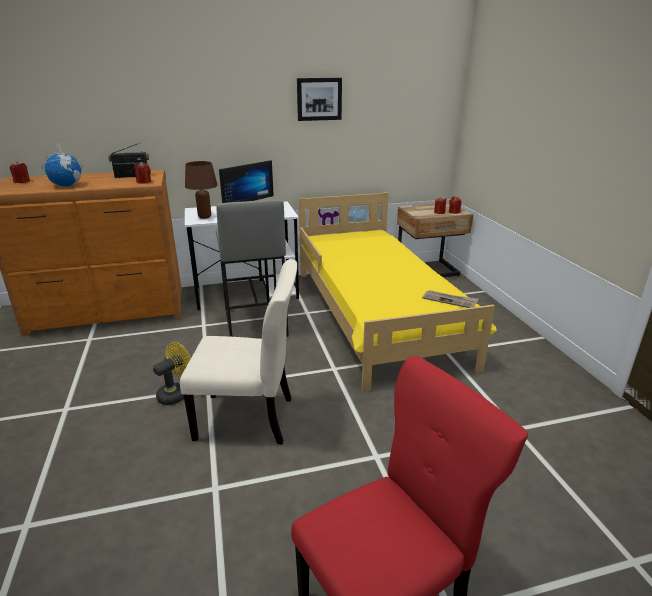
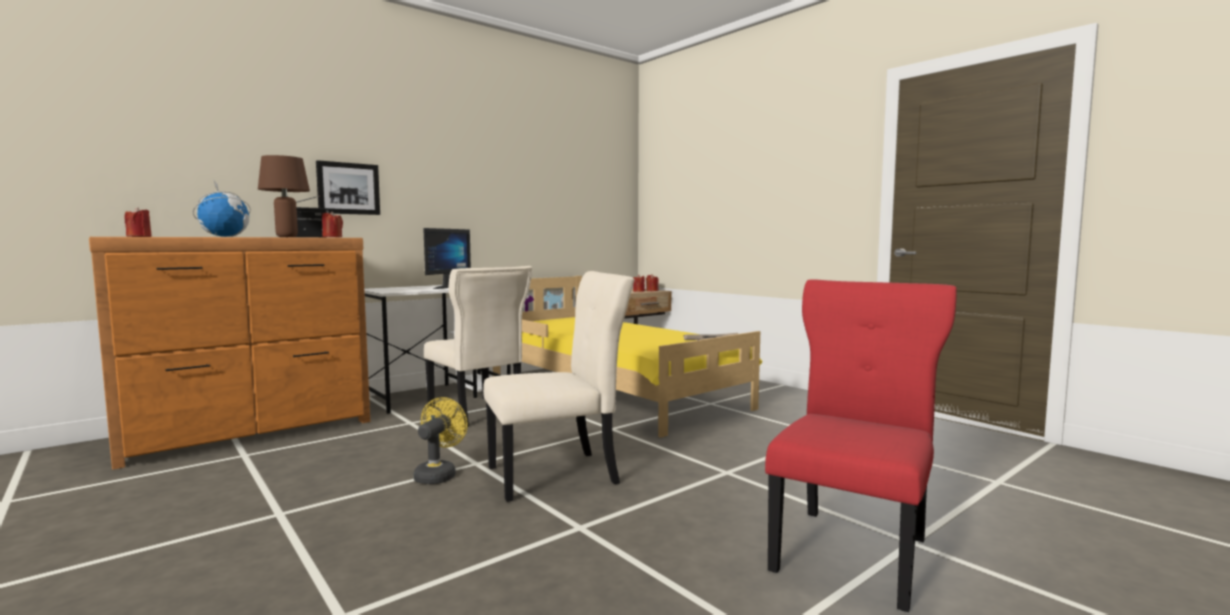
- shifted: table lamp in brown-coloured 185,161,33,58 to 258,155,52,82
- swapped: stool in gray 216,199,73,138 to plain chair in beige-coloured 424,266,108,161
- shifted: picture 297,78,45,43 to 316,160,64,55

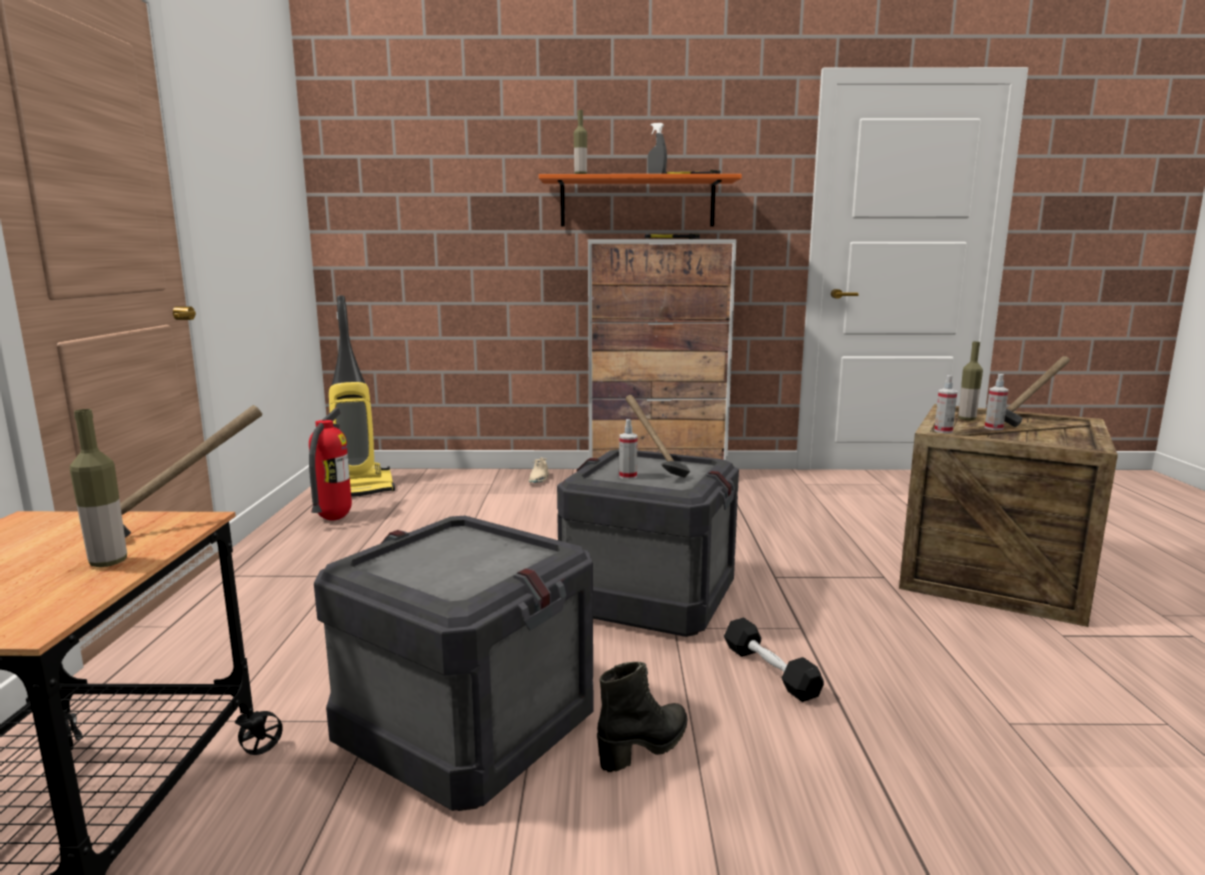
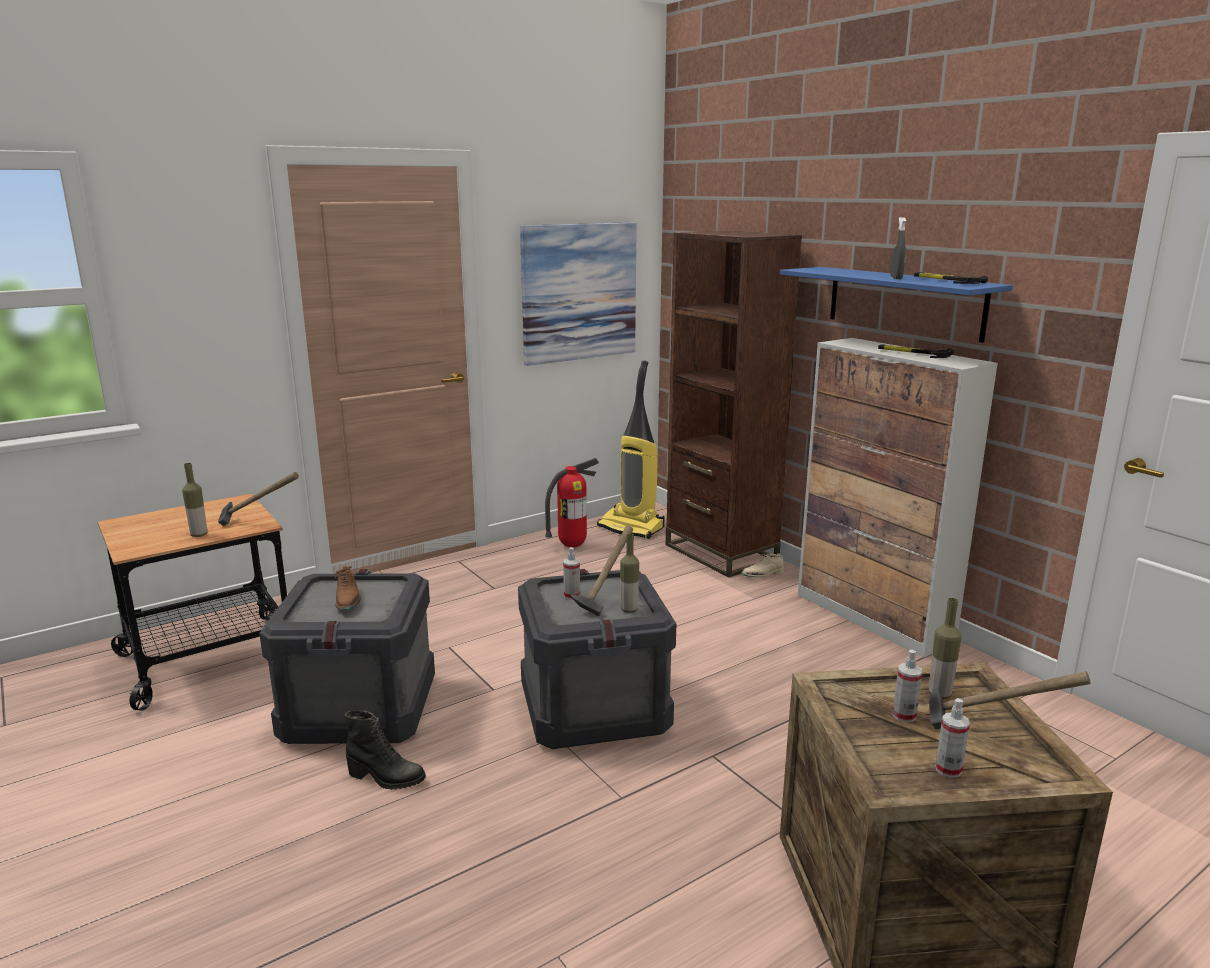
- repainted: bracket shelf in orange 539,174,203,53 to bracket shelf in blue 780,267,233,76
- shifted: bottle 574,110,13,64 to 620,534,19,79
- gone: free weight in black 724,618,100,84
- shifted: sprayer 934,375,24,58 to 935,698,35,80
- new: item of footwear in brown-coloured 334,565,27,46
- new: picture 520,222,117,144
- new: bookcase in brown-coloured 666,231,136,346

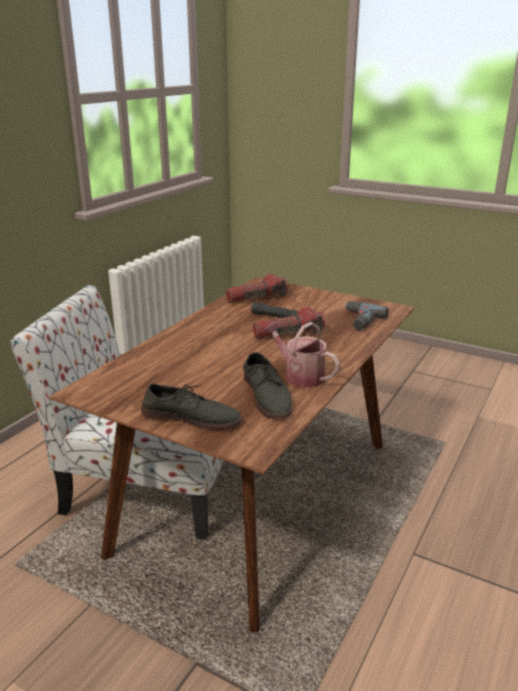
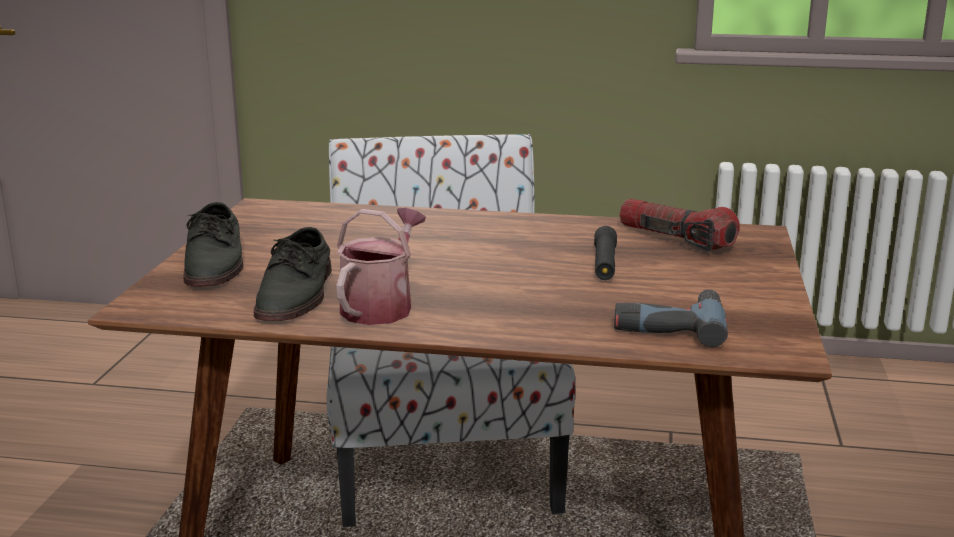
- rotated: item of footwear in gray 243,352,49,67 = 254,227,78,94 45 degrees counterclockwise
- gone: flashlight 253,307,72,32

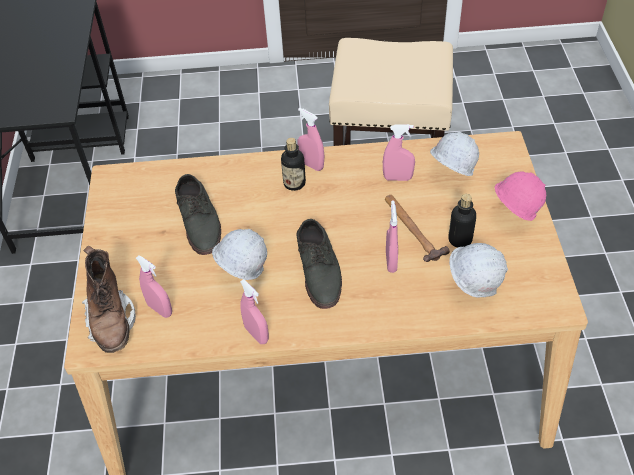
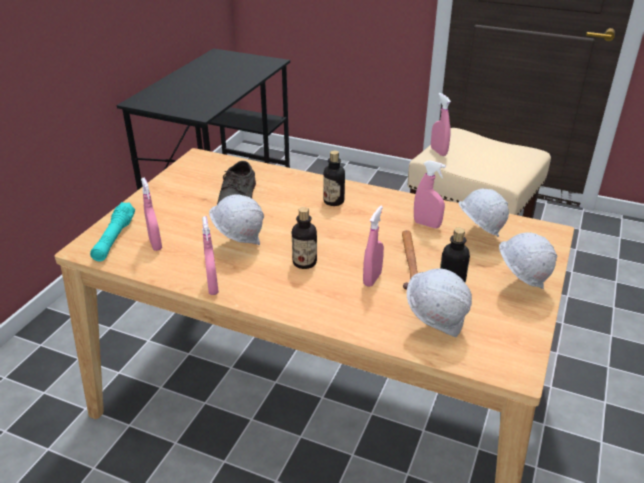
- swapped: boot in brown-coloured 82,245,54,108 to flashlight in blue-green 90,202,45,60
- swapped: item of footwear in gray 296,219,46,90 to bottle 292,207,25,62
- shifted: sprayer in pink 298,107,26,64 to 431,93,20,63
- repainted: safety helmet in pink 495,172,51,49 to safety helmet in white 499,232,59,57

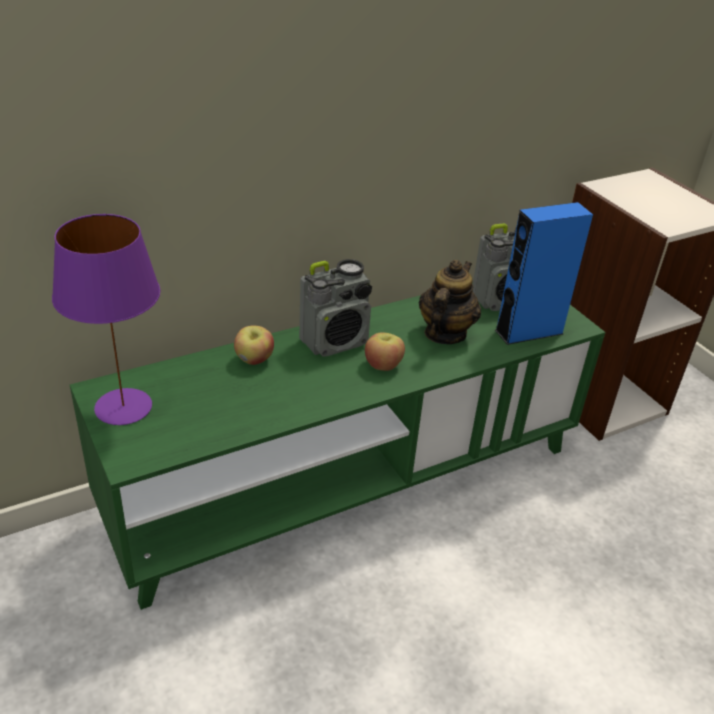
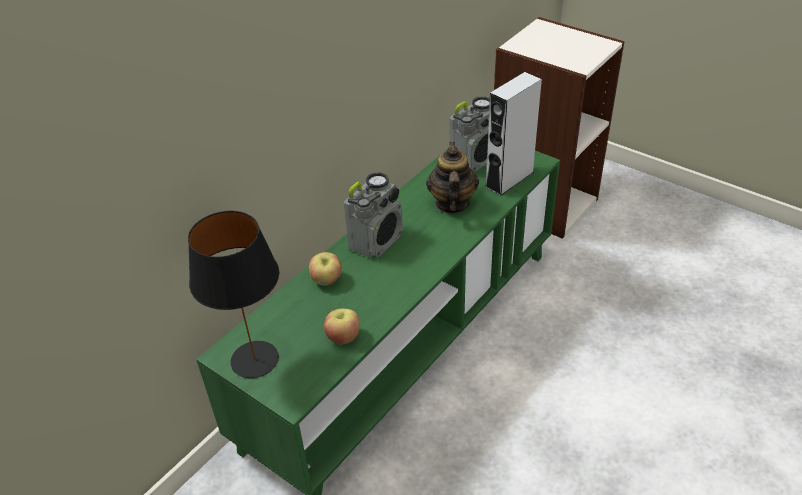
- repainted: table lamp in purple 52,214,108,211 to table lamp in black 188,211,91,167
- shifted: apple 365,332,40,39 to 324,309,36,35
- repainted: speaker in blue 495,202,98,143 to speaker in gray 485,72,57,124

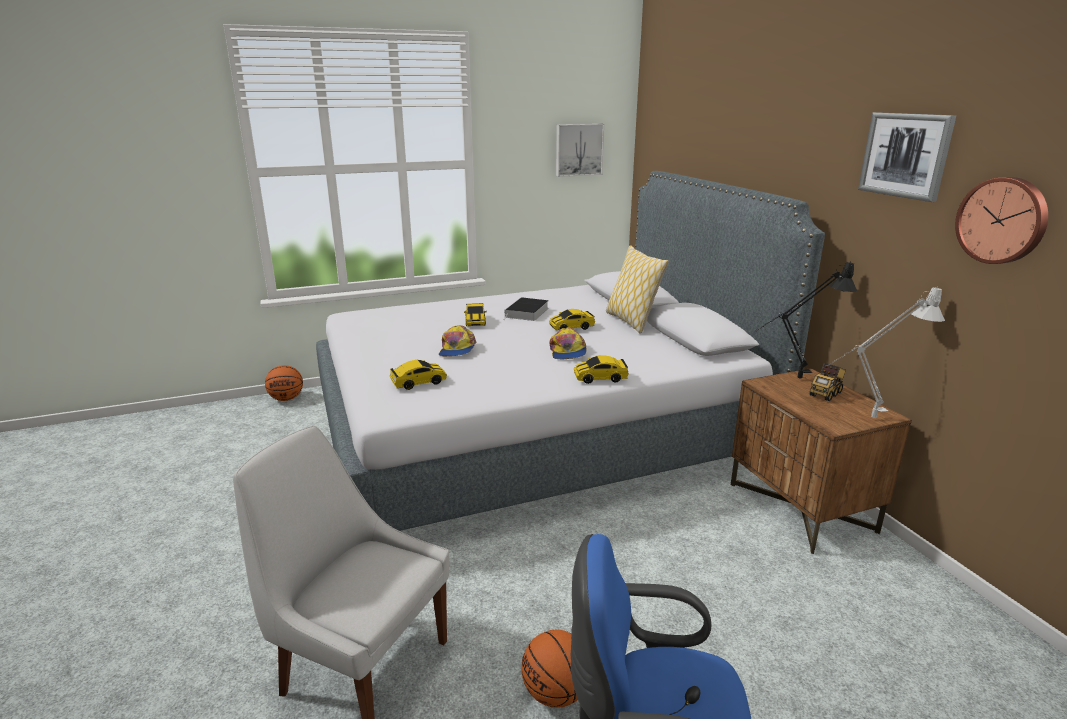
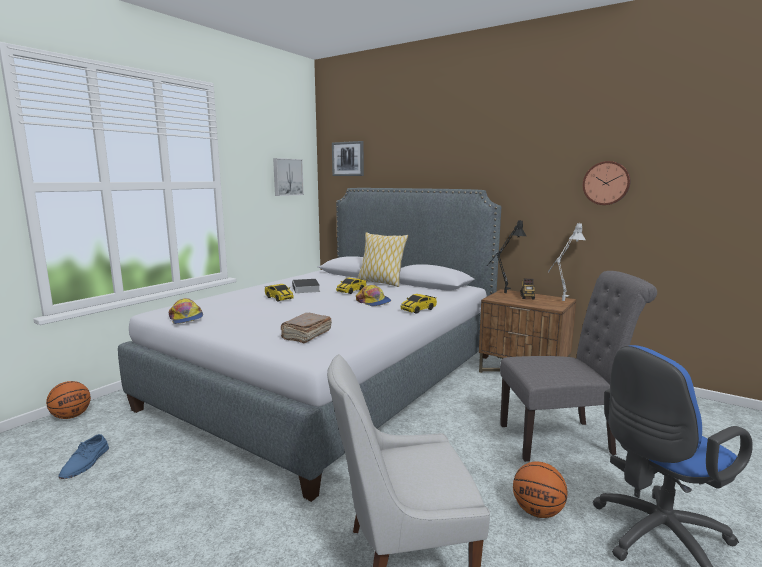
- swapped: toy car 390,360,57,30 to volume in brown-coloured 281,313,51,30
- shifted: cap 439,325,37,31 to 169,298,34,26
- shifted: picture 858,112,98,90 to 332,141,32,35
- new: item of footwear in blue 58,434,51,45
- new: plain chair in gray 500,271,157,191

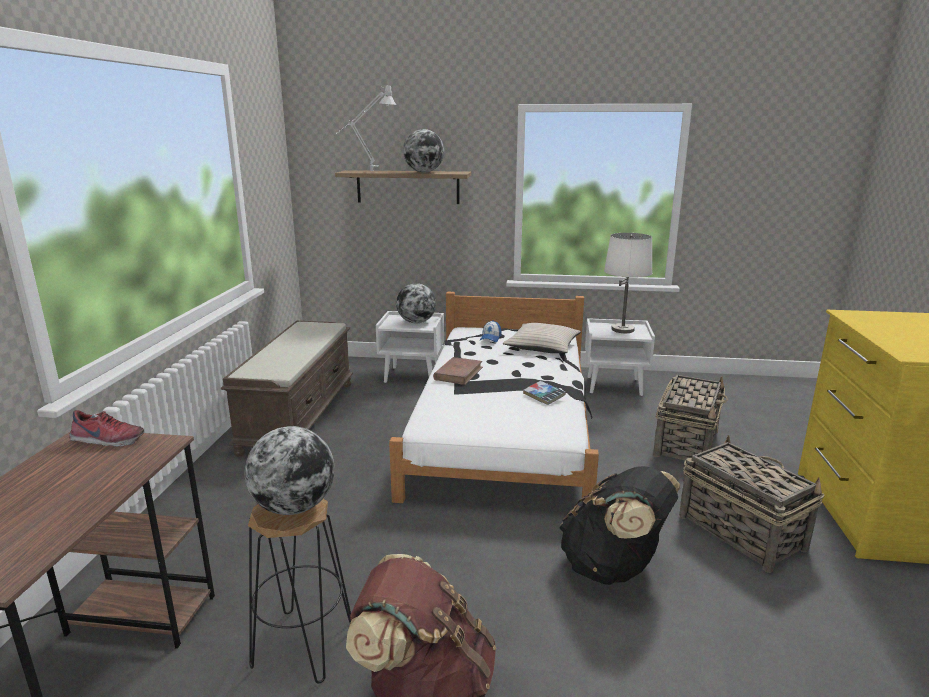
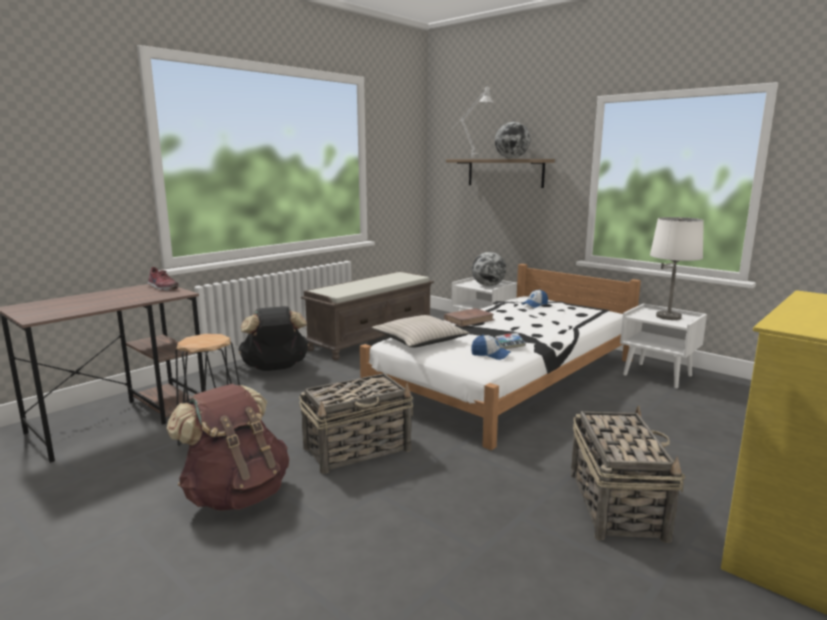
- gone: desk globe 245,426,90,89
- shifted: throw pillow in beige-coloured 503,323,78,30 to 372,315,98,33
- shifted: knapsack in black 559,466,121,119 to 238,306,71,65
- shifted: household basket 653,375,75,85 to 299,373,114,101
- new: cap 471,335,40,25

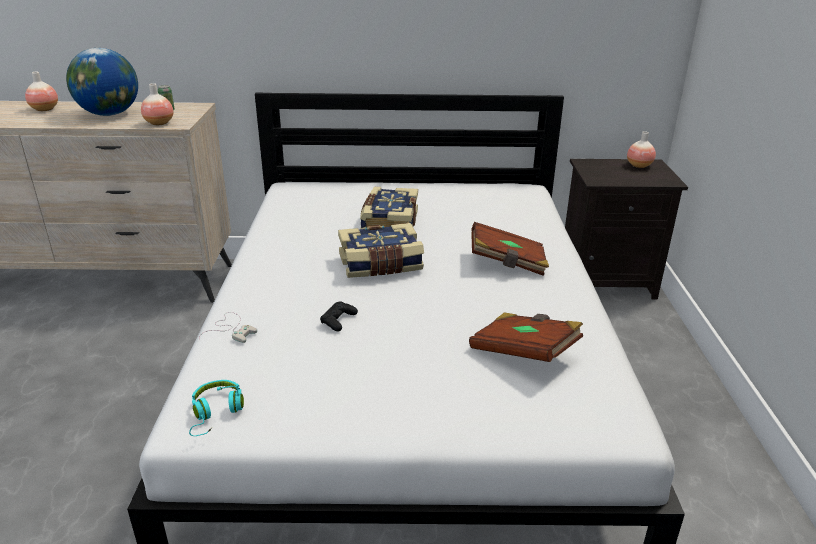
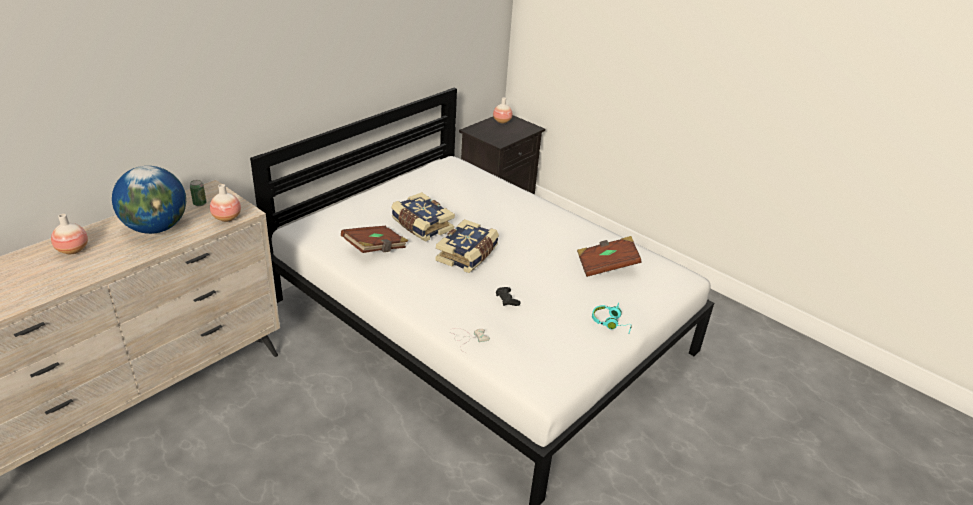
- shifted: headset in blue-green 189,380,55,56 to 592,303,40,30
- shifted: volume in brown-coloured 471,222,78,54 to 341,226,67,27

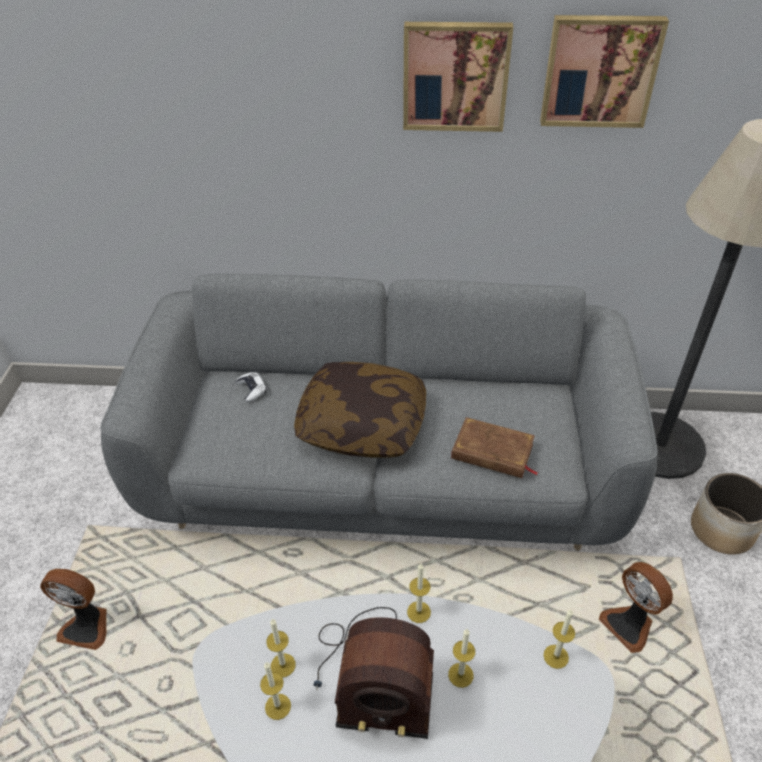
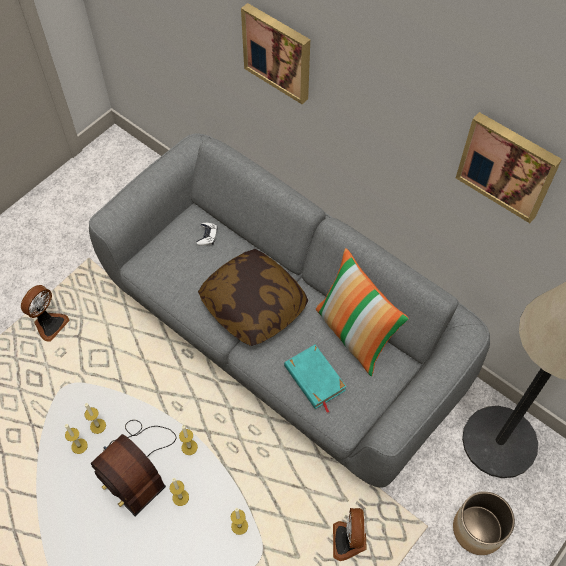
- rotated: fan 40,568,67,82 = 21,285,49,57 105 degrees counterclockwise
- shifted: picture 403,22,110,110 to 241,3,69,101
- repainted: volume in brown-coloured 451,417,87,61 to volume in blue-green 284,345,63,68
- new: throw pillow 316,248,93,128

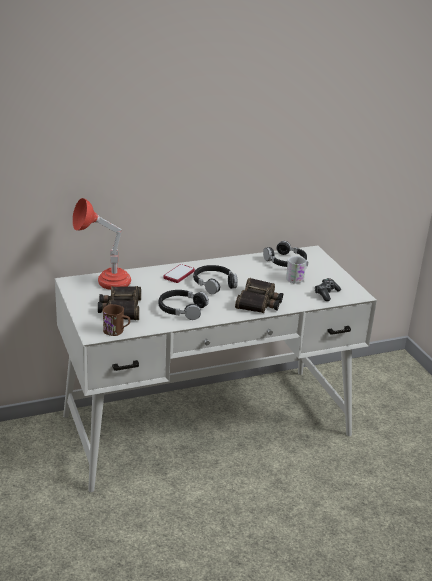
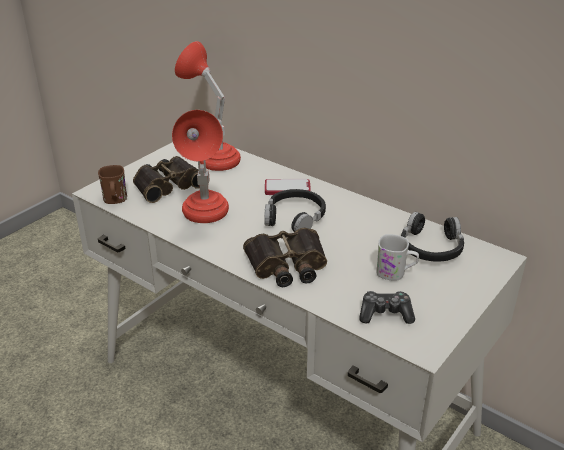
- swapped: headset in black 159,290,50,30 to table lamp in red 172,110,57,113

